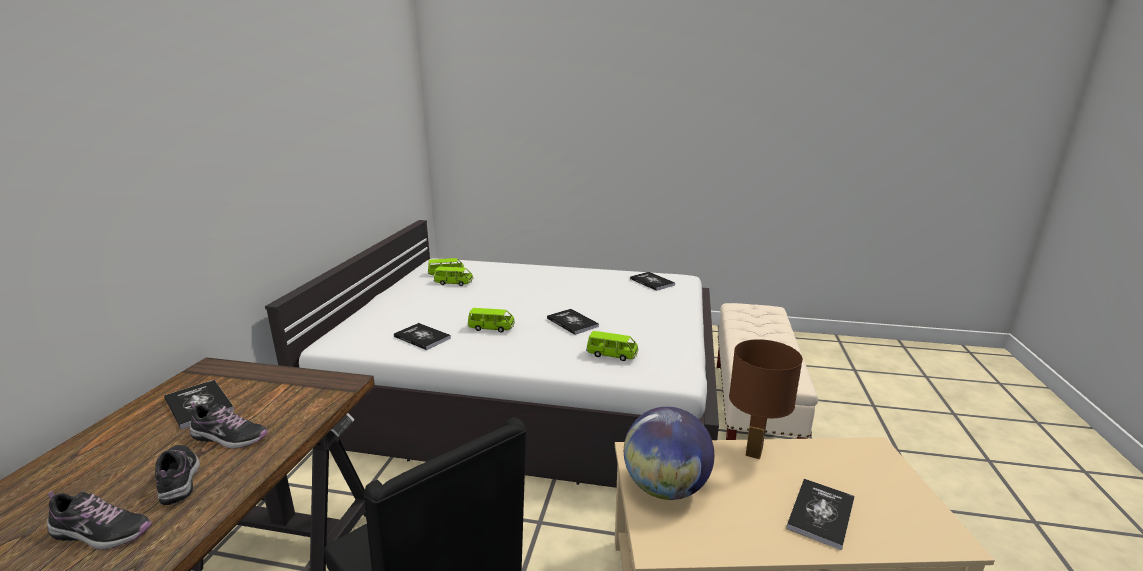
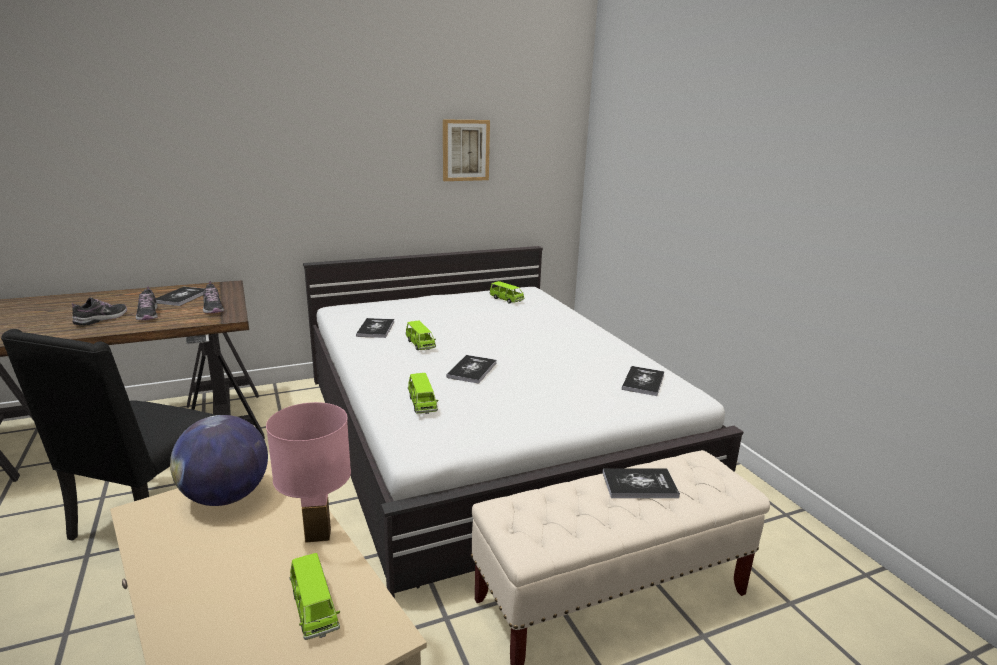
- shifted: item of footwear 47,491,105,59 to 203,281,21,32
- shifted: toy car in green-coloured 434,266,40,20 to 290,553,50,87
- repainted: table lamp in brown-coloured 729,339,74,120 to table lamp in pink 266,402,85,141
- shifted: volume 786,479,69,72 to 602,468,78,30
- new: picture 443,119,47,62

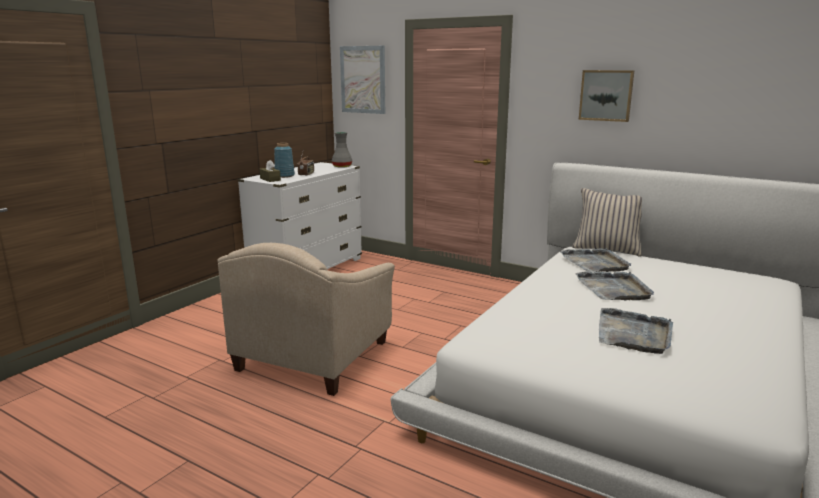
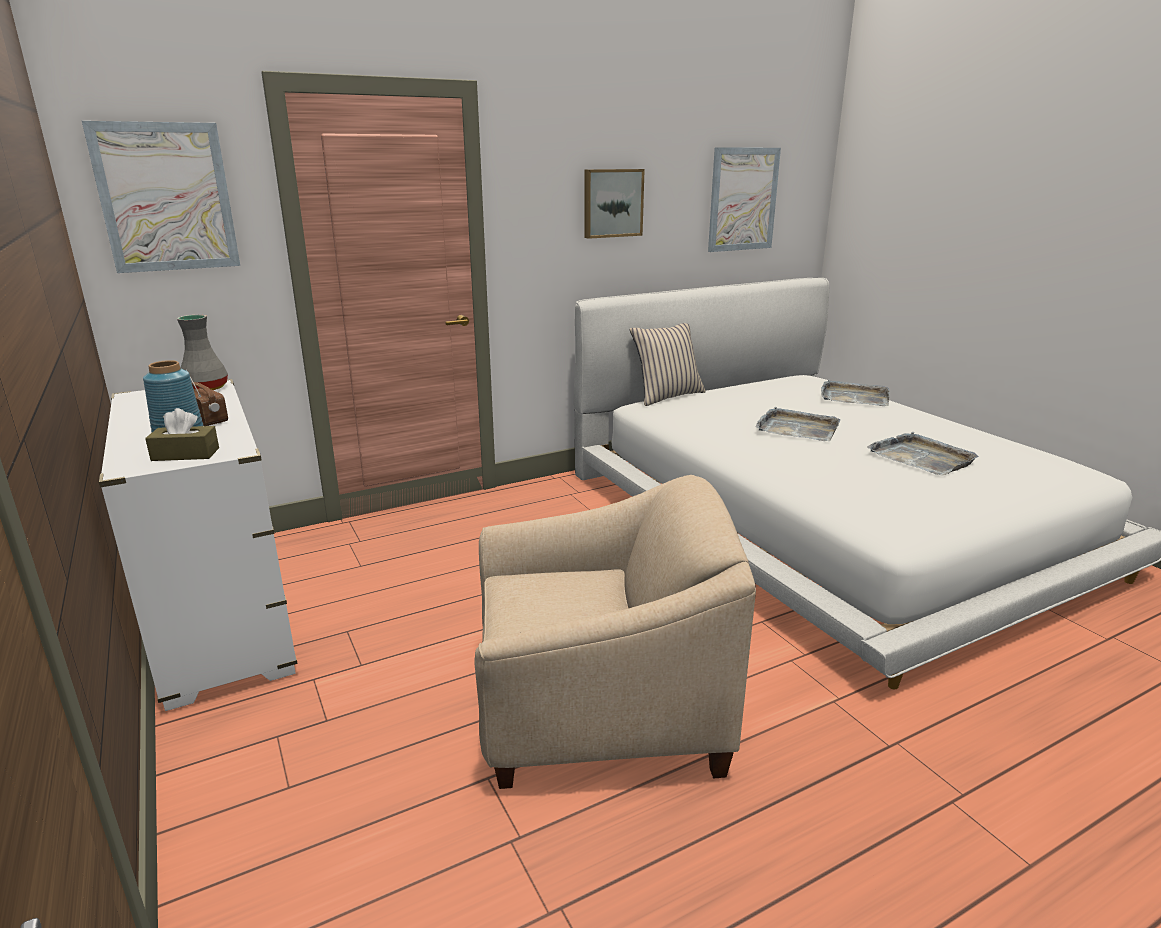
- rotated: lounge chair in beige-coloured 218,243,177,153 = 475,475,281,314 60 degrees counterclockwise
- shifted: serving tray in gray 560,248,71,24 to 821,379,69,27
- new: picture 708,147,73,105

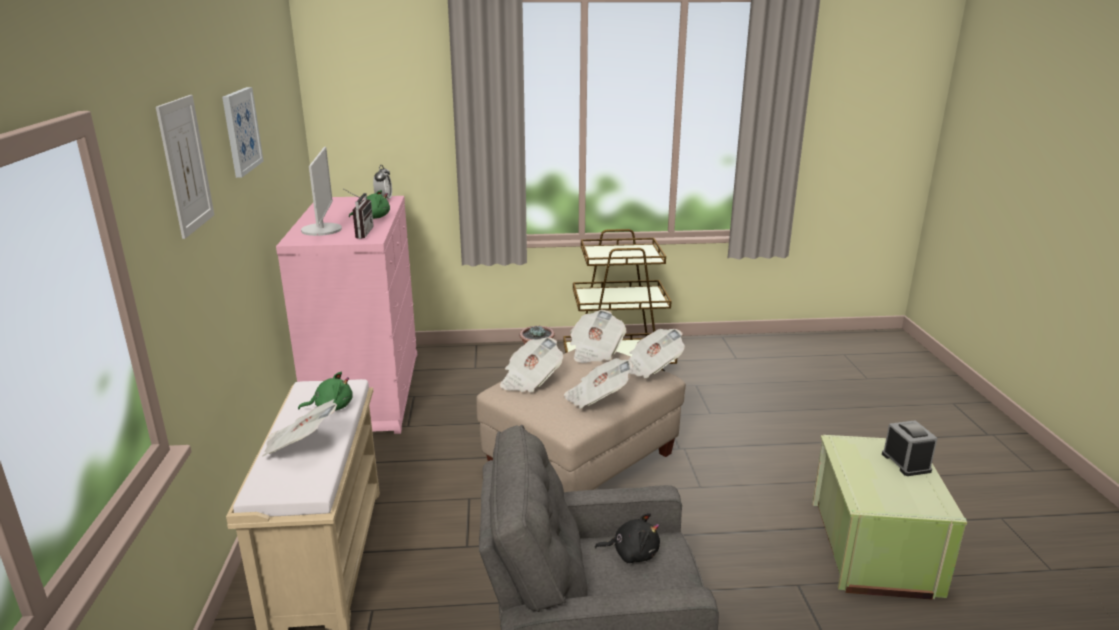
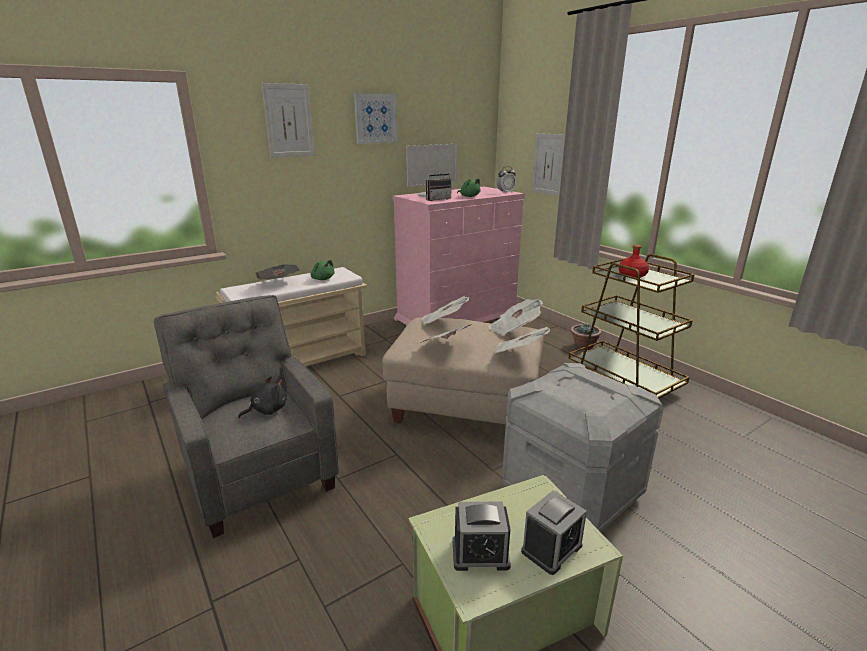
- rotated: plush toy in black 595,513,65,50 = 238,376,49,42 105 degrees counterclockwise
- new: bedside clock 453,501,58,70
- new: storage bin in gray 502,363,162,169
- new: picture 532,133,33,63
- new: bottle in red 619,245,30,33

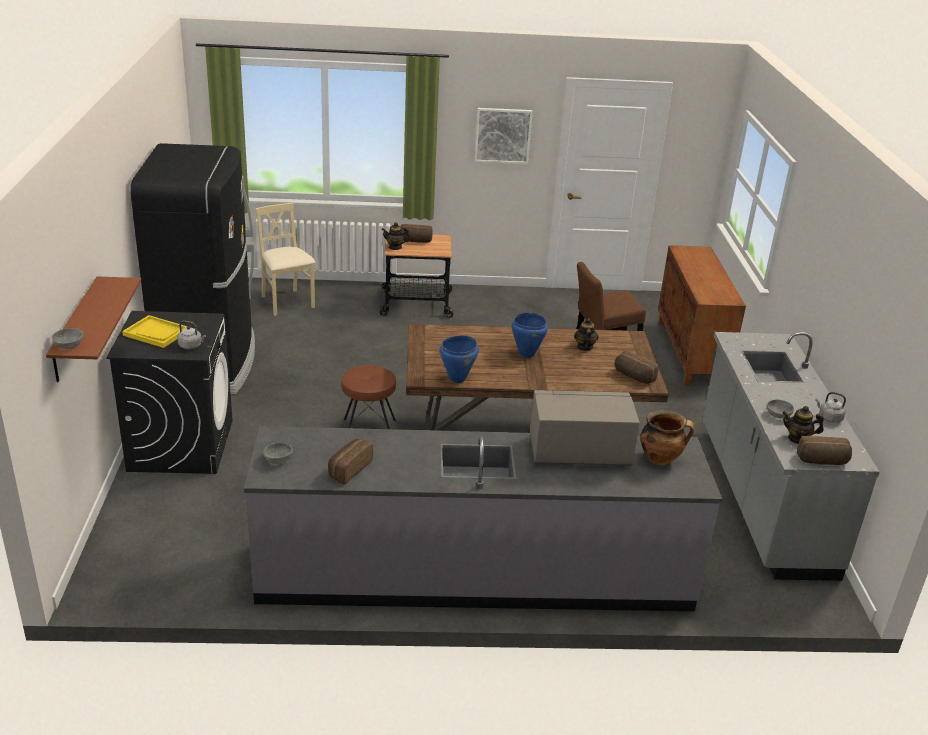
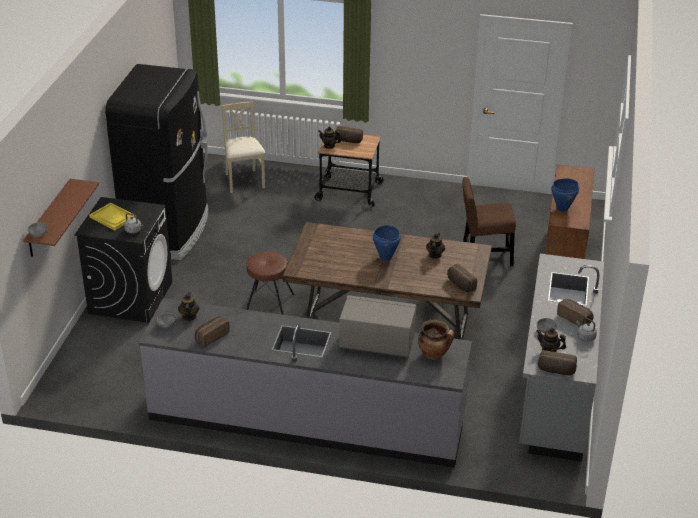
- shifted: cooking pot in blue 440,335,39,48 to 551,178,28,34
- gone: picture 475,108,58,56
- new: tea pot 178,292,22,29
- new: baked bread 557,299,37,27

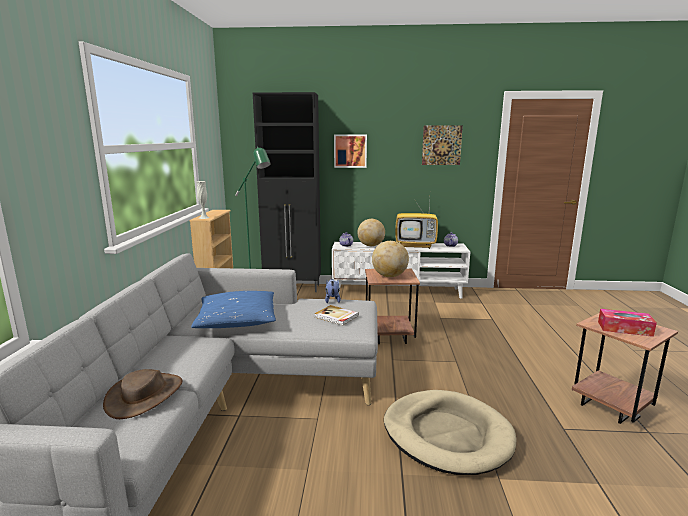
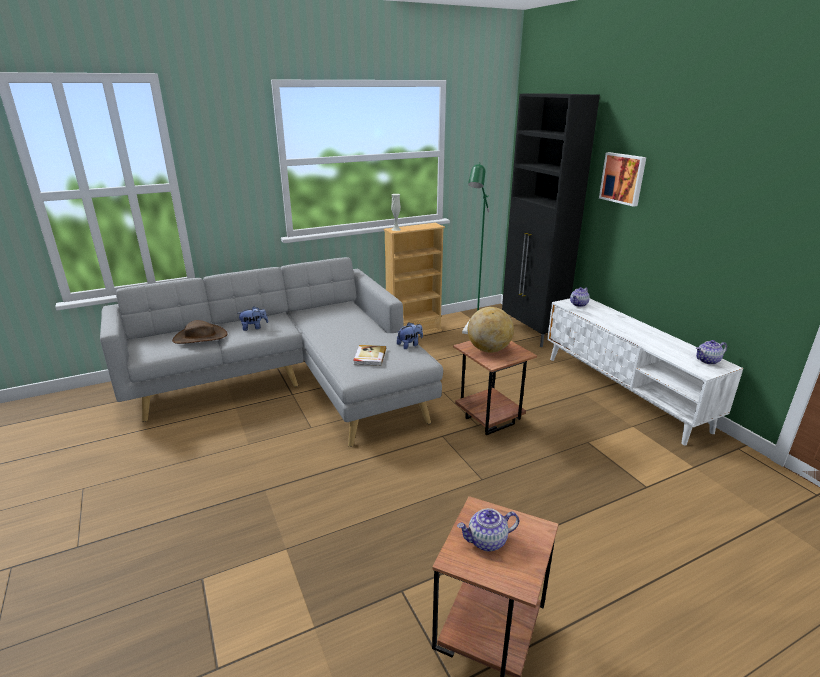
- gone: throw pillow in blue 191,291,85,37
- gone: desk globe 357,219,28,27
- gone: dog bed in beige-coloured 384,390,133,85
- gone: television 395,196,43,53
- gone: picture 422,126,41,39
- swapped: tissue box 598,309,59,28 to tea pot 457,508,62,43
- new: plush toy 237,306,31,25

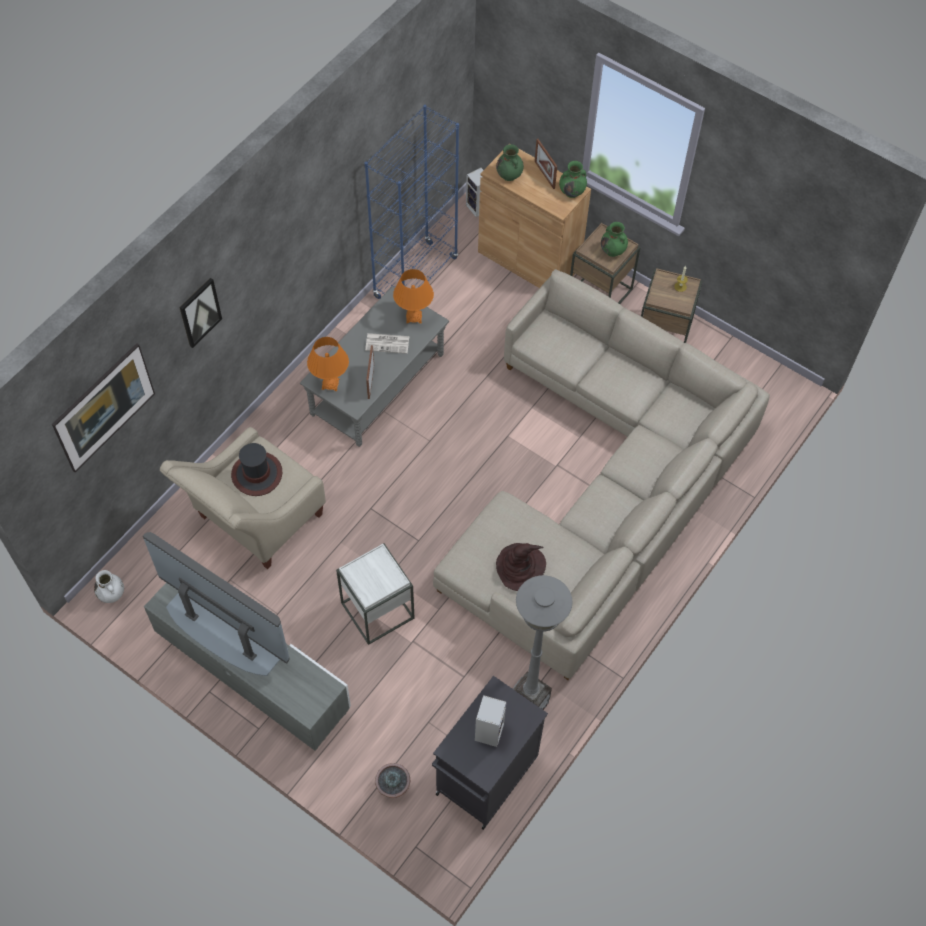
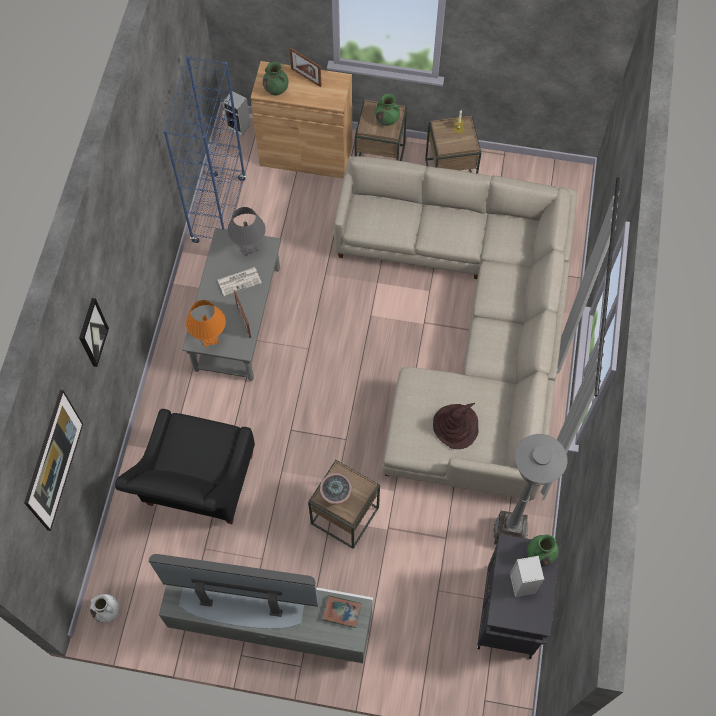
- repainted: lounge chair in beige-coloured 160,427,166,142 to lounge chair in black 115,409,140,115
- gone: clothing hat 231,443,51,53
- repainted: side table in white 336,544,78,101 to side table in brown-coloured 308,460,72,89
- shifted: potted plant 375,763,35,35 to 320,473,32,31
- repainted: table lamp in orange 393,269,41,55 to table lamp in gray 227,207,39,49
- shifted: flower vase in green-coloured 559,161,28,37 to 527,534,31,32
- new: volume 322,595,40,33

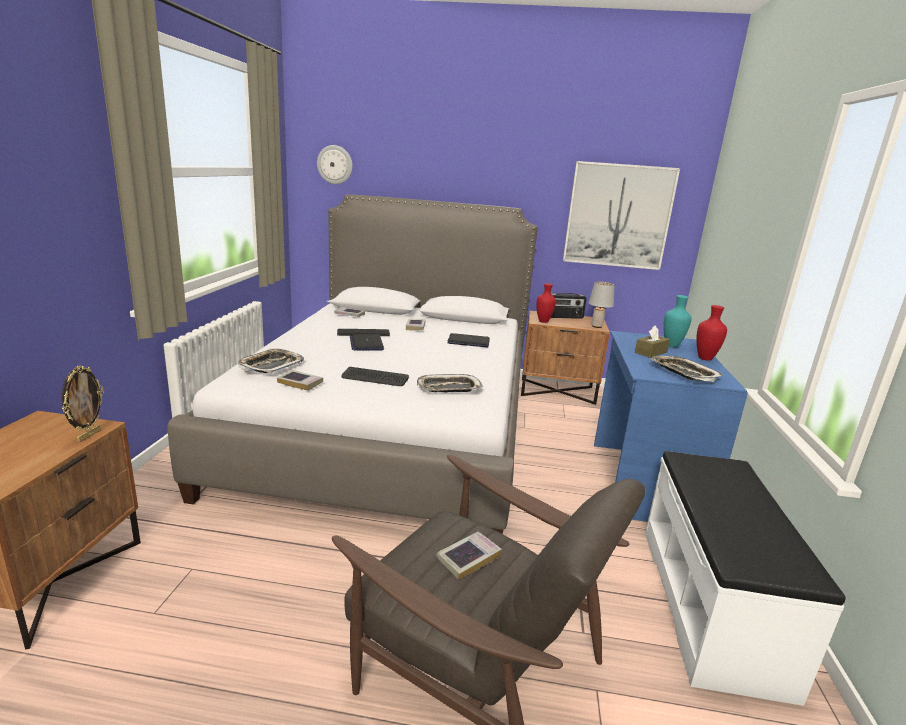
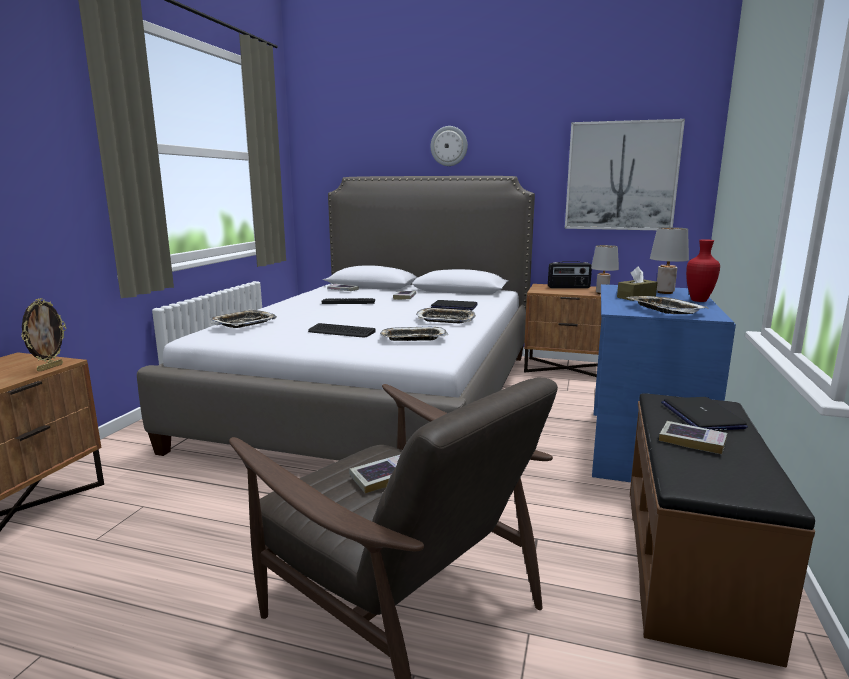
- shifted: volume 277,370,46,21 to 659,421,68,33
- shifted: wall clock 317,145,36,39 to 431,126,37,40
- shifted: portable computer 350,334,34,17 to 661,397,87,33
- gone: flower vase in red 536,283,20,40
- repainted: bench in white 645,451,201,255 to bench in brown-coloured 630,393,185,275
- swapped: flower vase in blue-green 663,295,29,52 to table lamp in gray 650,227,39,67
- new: serving tray 417,308,59,15

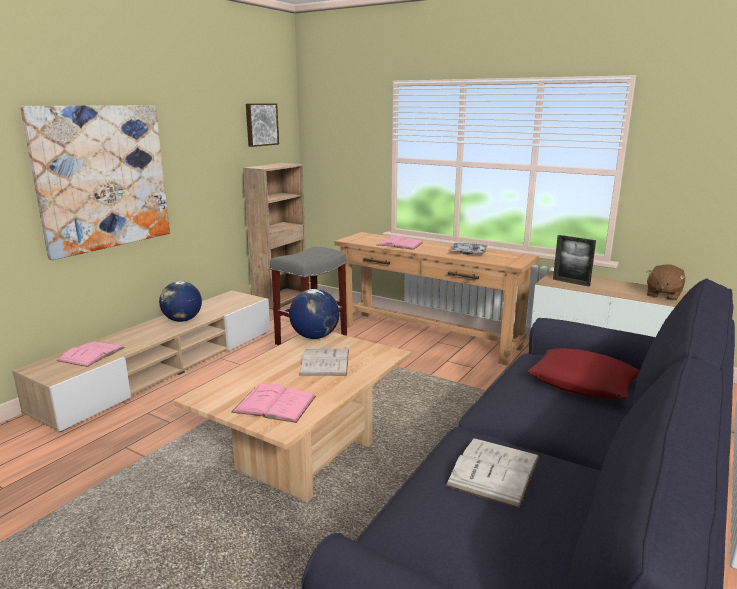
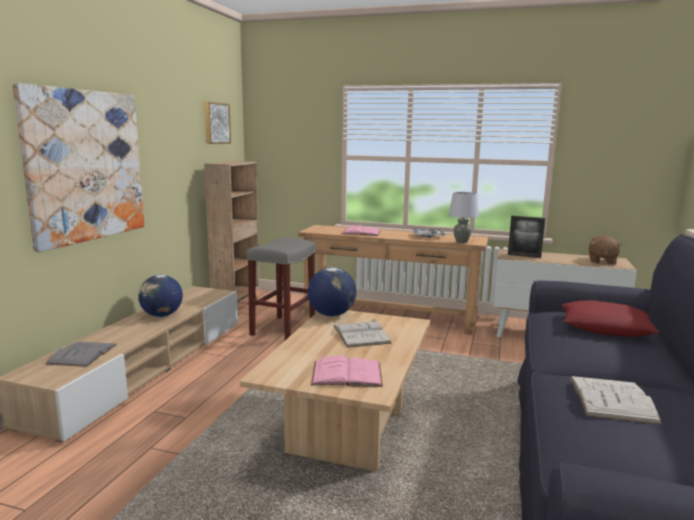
- repainted: volume in pink 57,341,68,26 to volume in gray 45,342,71,25
- new: table lamp in gray 448,192,31,51

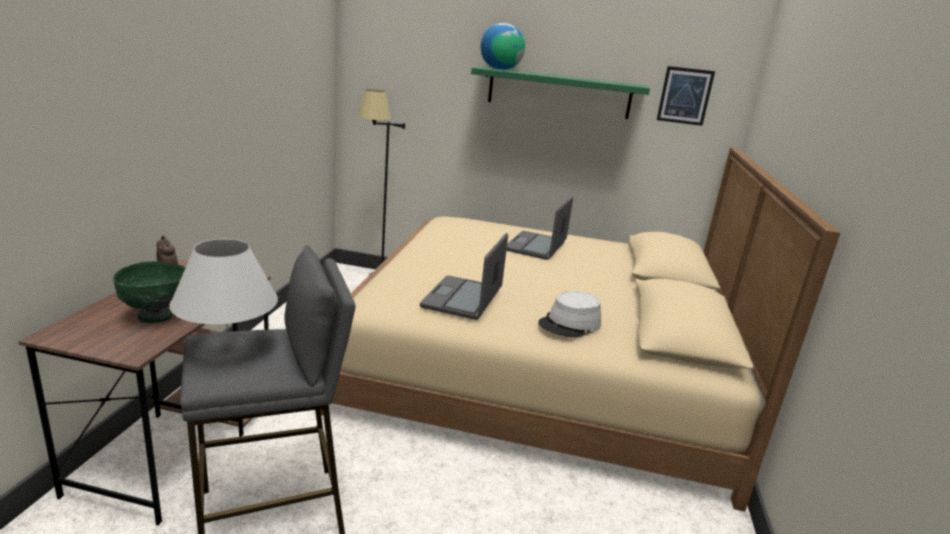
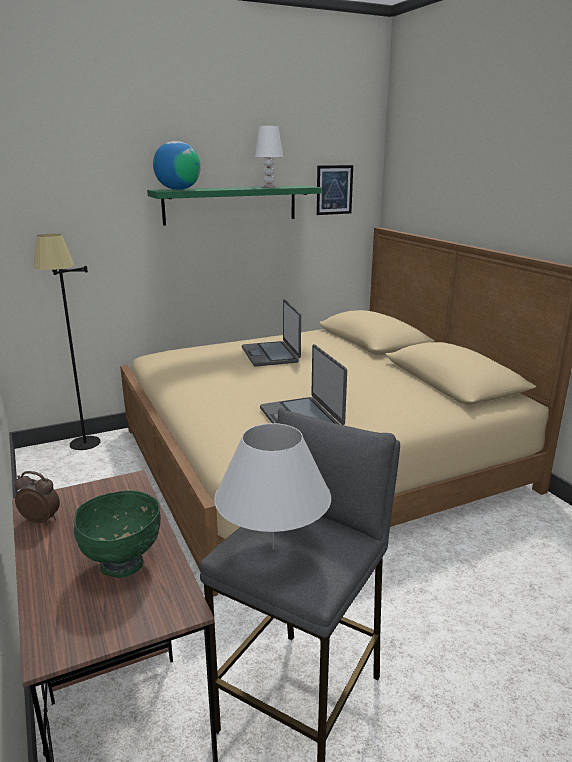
- gone: clothing hat in gray 538,291,63,47
- new: table lamp in white 255,126,28,62

